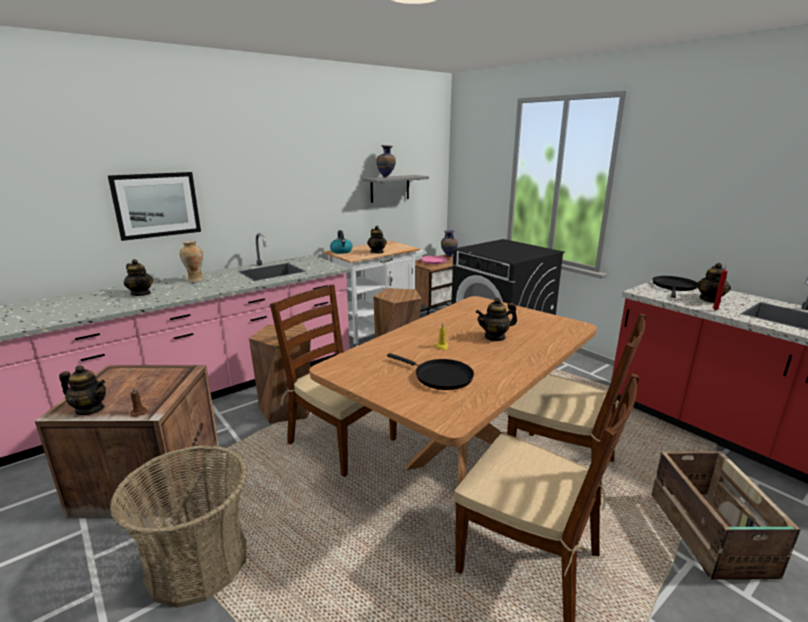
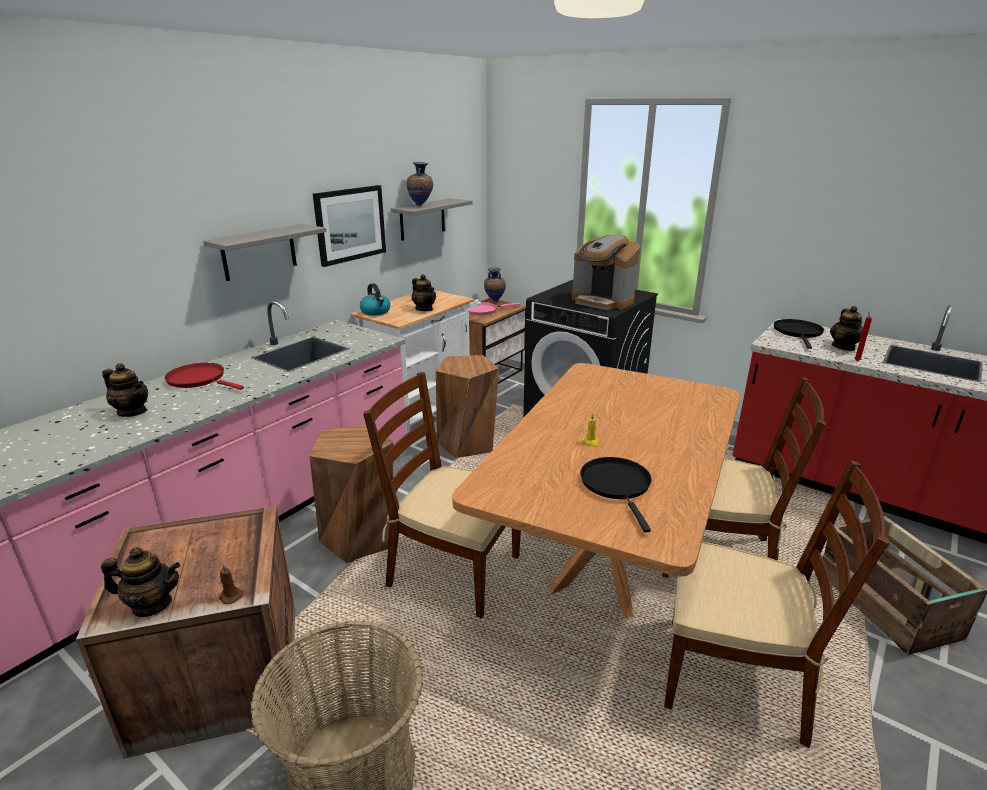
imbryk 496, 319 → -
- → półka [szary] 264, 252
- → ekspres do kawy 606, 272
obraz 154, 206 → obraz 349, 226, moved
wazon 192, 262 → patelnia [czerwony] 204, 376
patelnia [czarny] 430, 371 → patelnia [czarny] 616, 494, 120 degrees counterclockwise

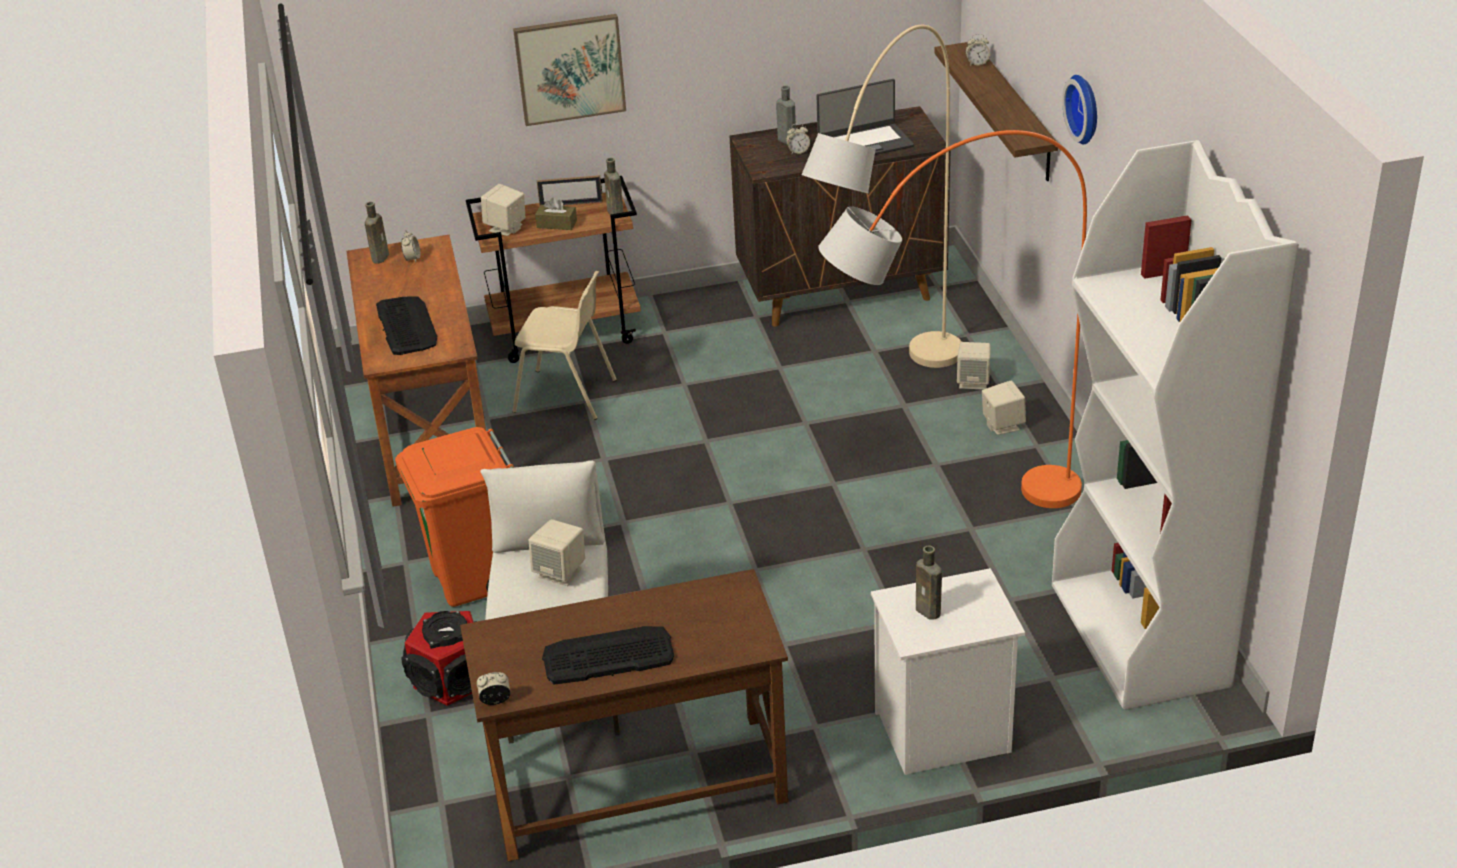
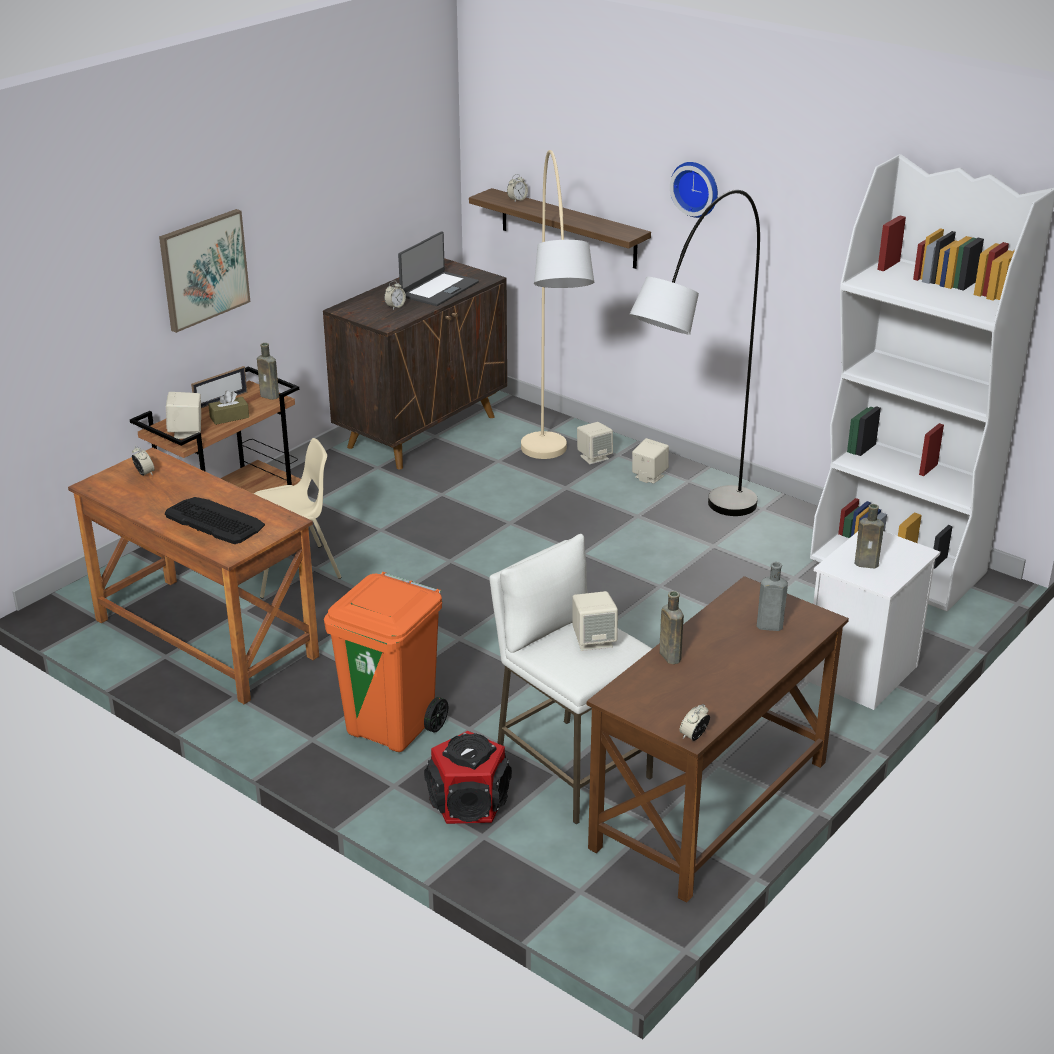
klawiatura 608, 655 → -
butelka [brązowy] 377, 233 → butelka [brązowy] 672, 627, moved
butelka [szary] 786, 114 → butelka [szary] 772, 596, moved
lampa stojąca [pomarańczowy] 953, 319 → lampa stojąca [szary] 694, 353

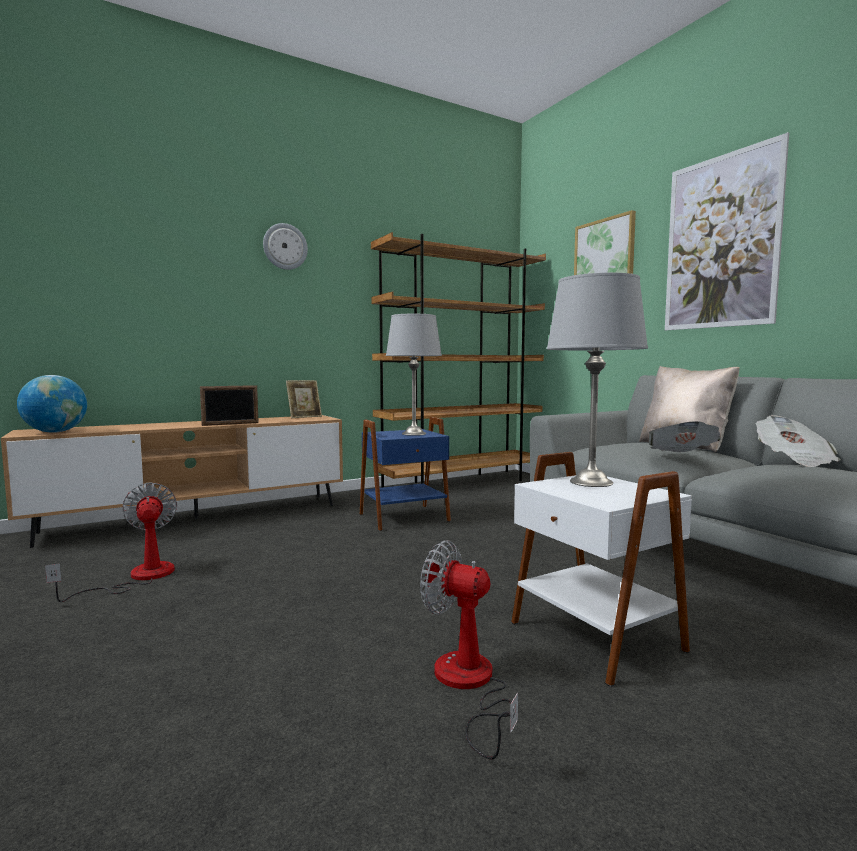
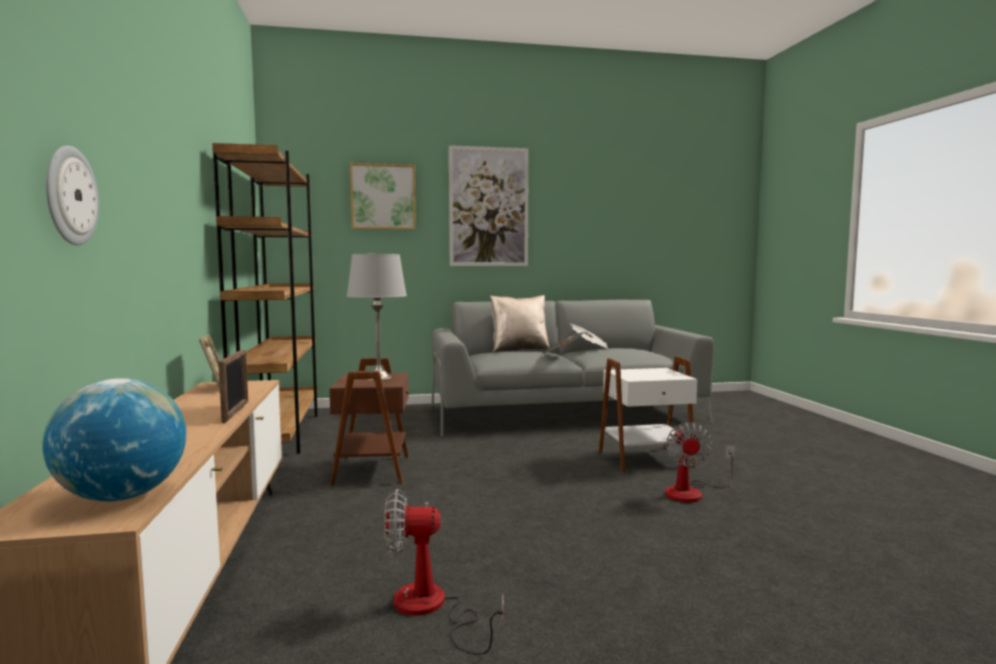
lampa stołowa [szary] 597, 380 → -
zegar ścienny 285, 246 → zegar ścienny 72, 195, moved
stolik [niebieski] 405, 474 → stolik [brązowy] 369, 422
wentylator 469, 649 → wentylator 700, 462, 45 degrees counterclockwise

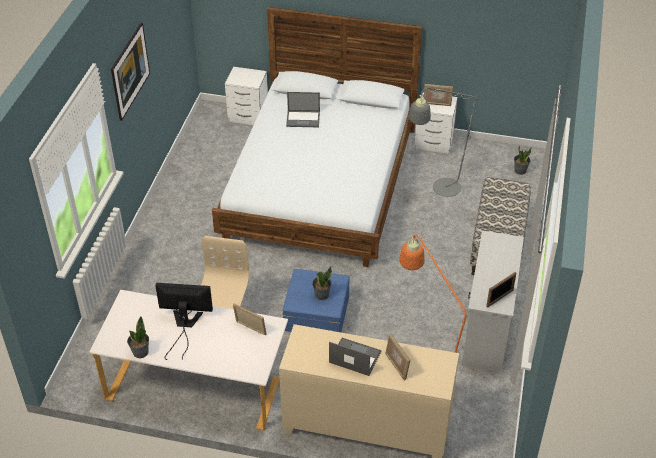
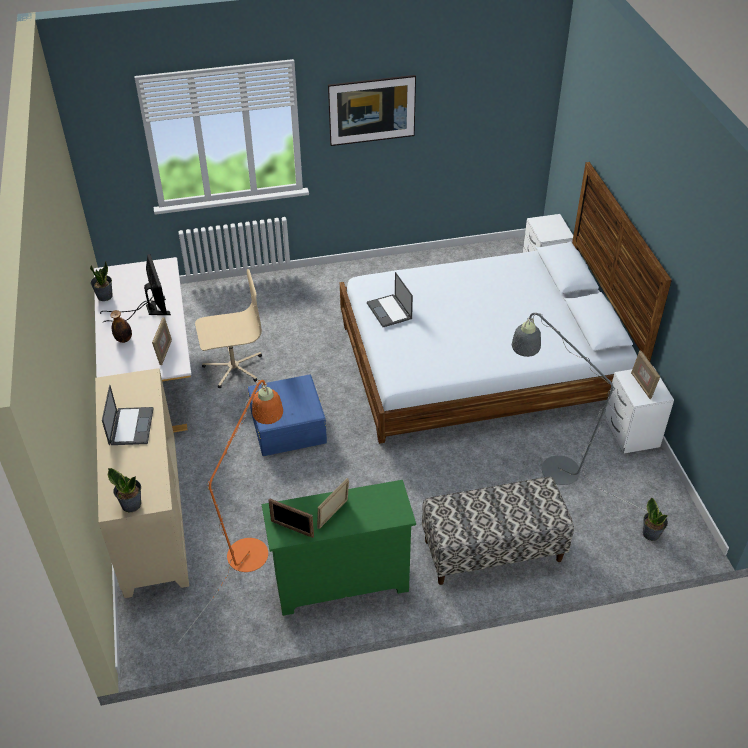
- → butelka 121, 326
laptop 303, 109 → laptop 390, 299, moved
roślina doniczkowa 322, 283 → roślina doniczkowa 124, 490, moved
ramka na zdjęcie 397, 357 → ramka na zdjęcie 333, 503, moved
komoda [biały] 493, 301 → komoda [zielony] 339, 548

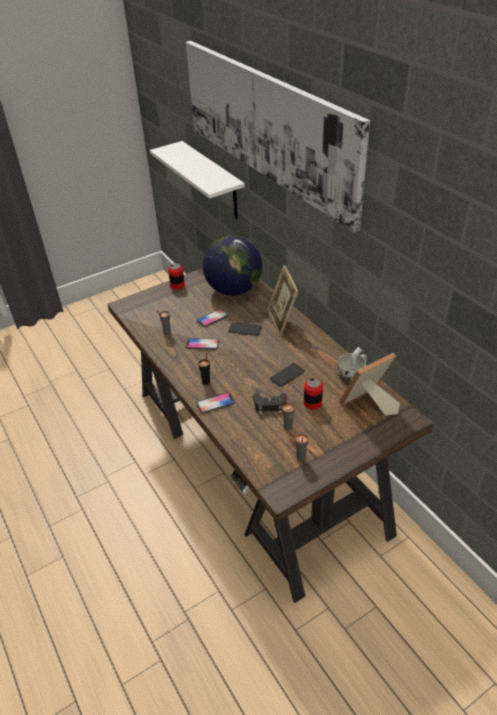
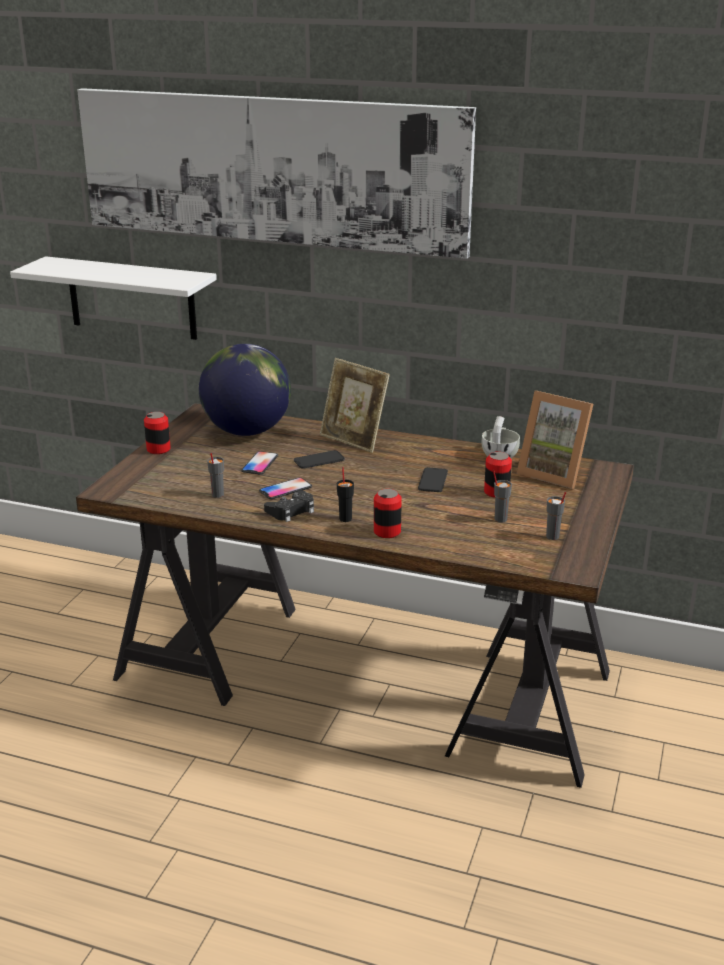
pad do gier [czarny] 270, 403 → pad do gier [czarny] 289, 506, moved
telefon 215, 402 → puszka 388, 513
ramka na zdjęcie 369, 384 → ramka na zdjęcie 555, 440, 75 degrees counterclockwise

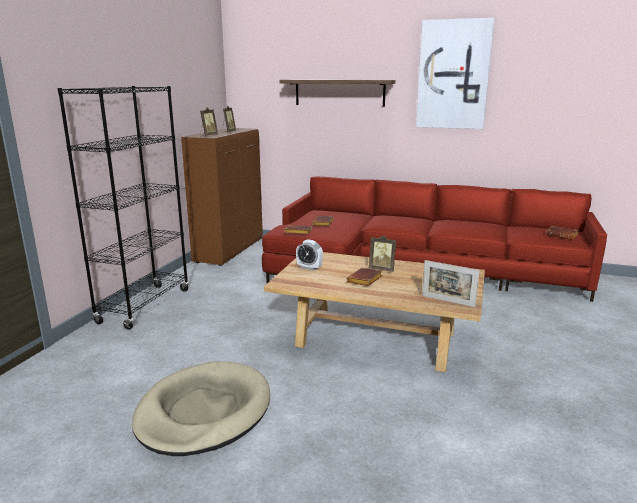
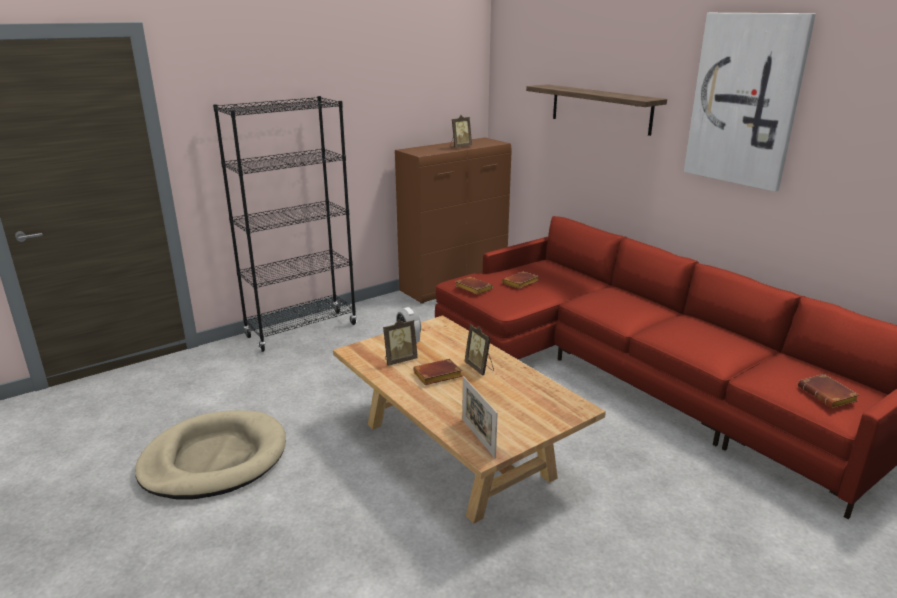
ramka na zdjęcie 209, 122 → ramka na zdjęcie 400, 342, moved

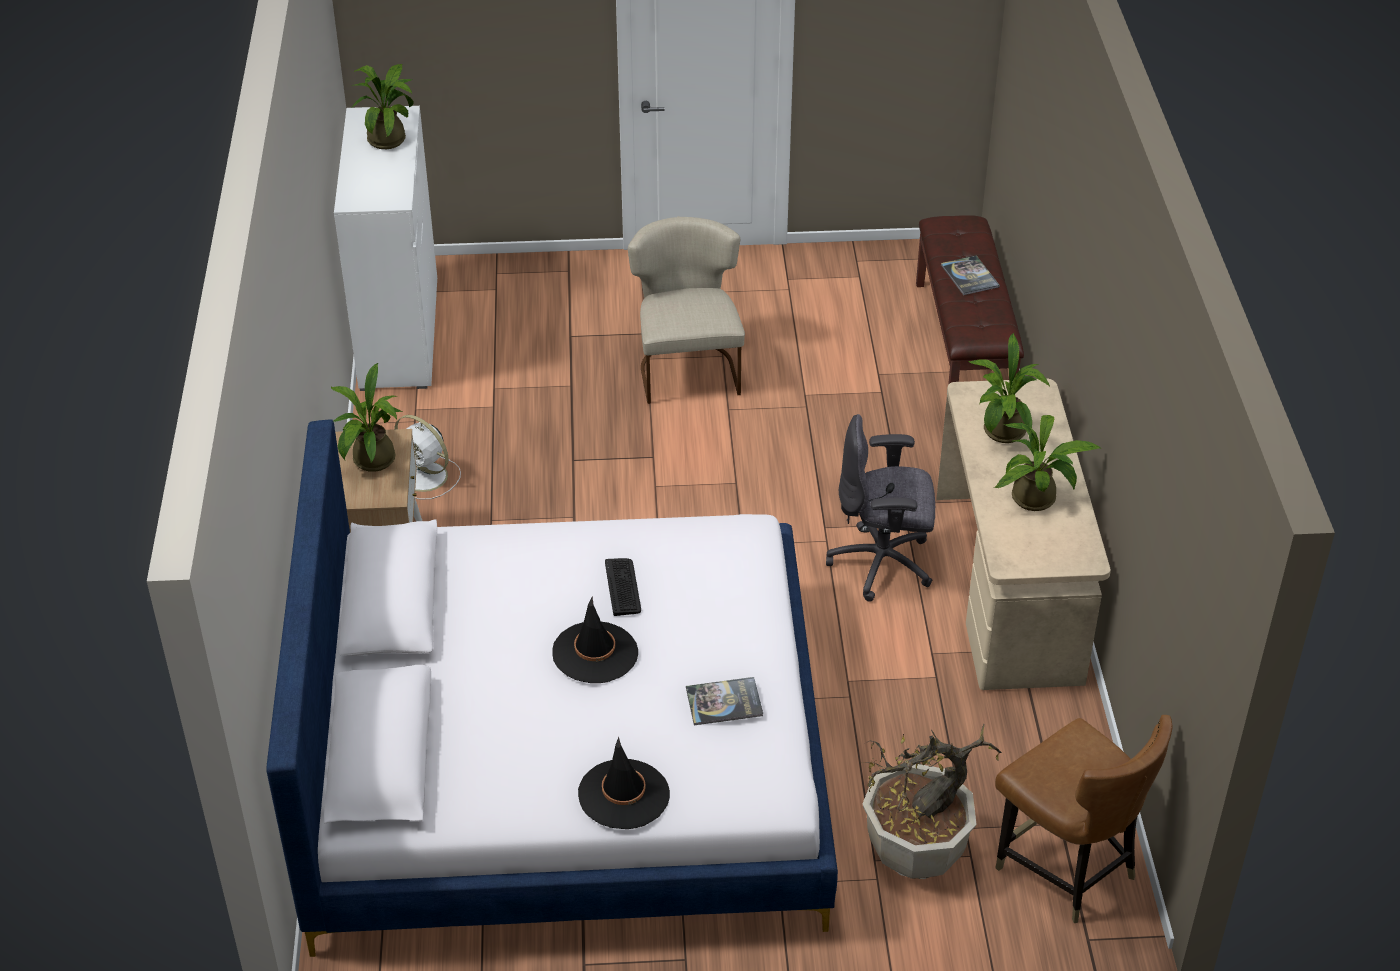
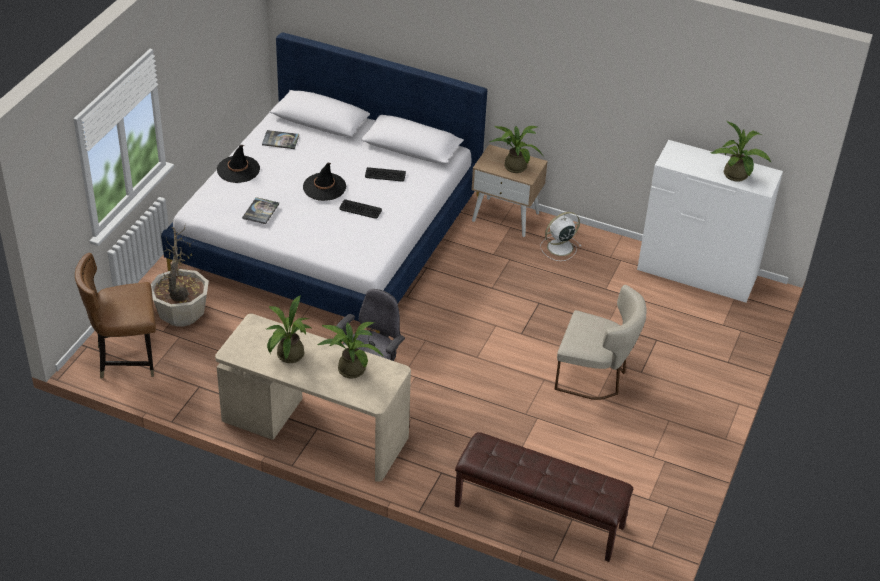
- → klawiatura 385, 174
książka 970, 275 → książka 280, 139, moved

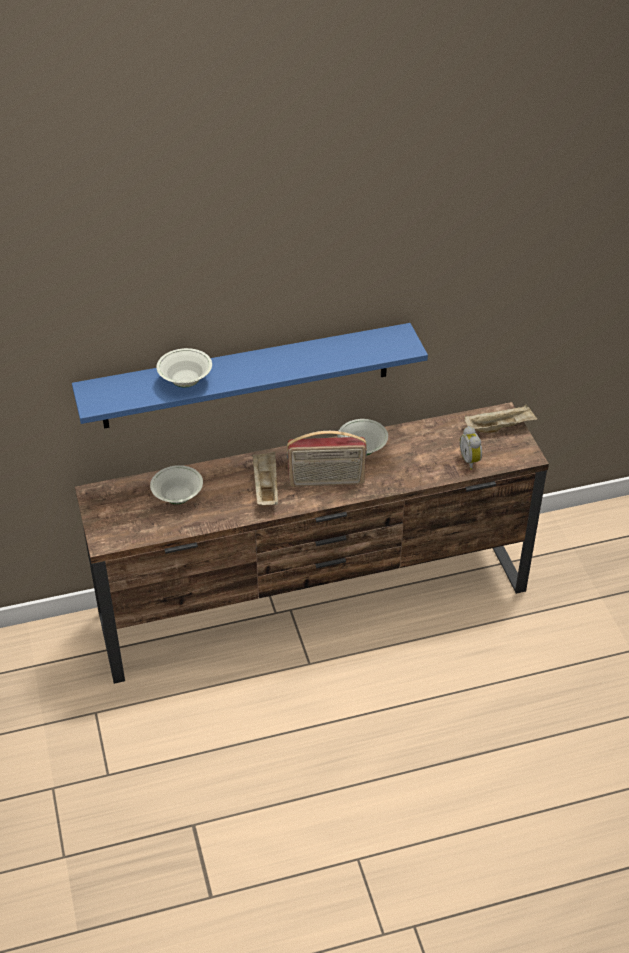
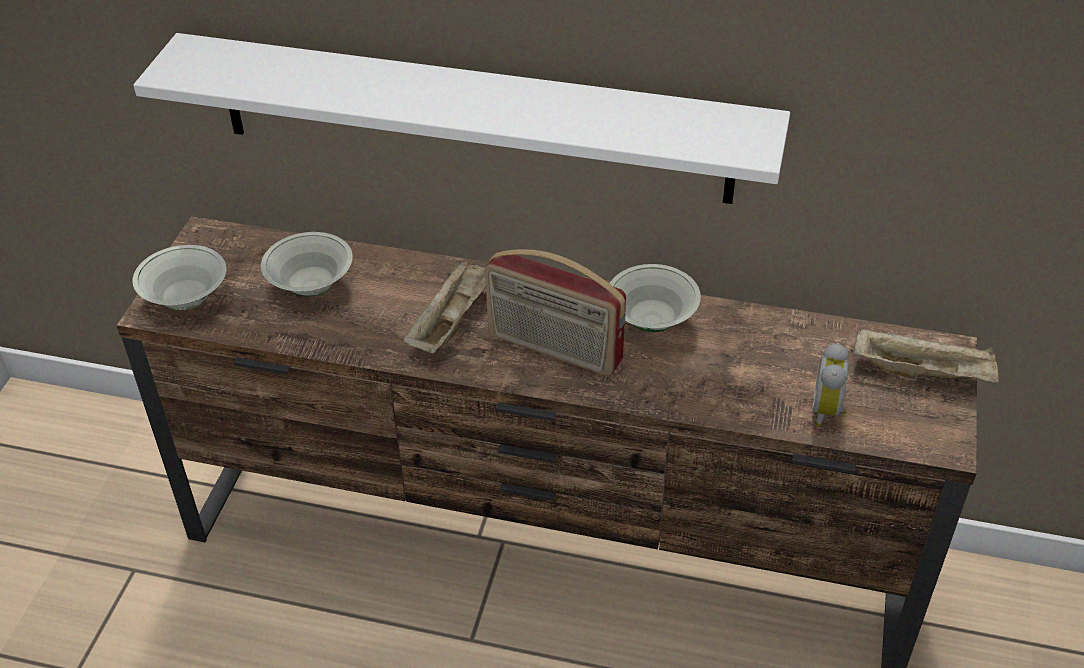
miska [biały] 184, 368 → miska [biały] 179, 277, moved
półka [niebieski] 250, 376 → półka [biały] 461, 118

